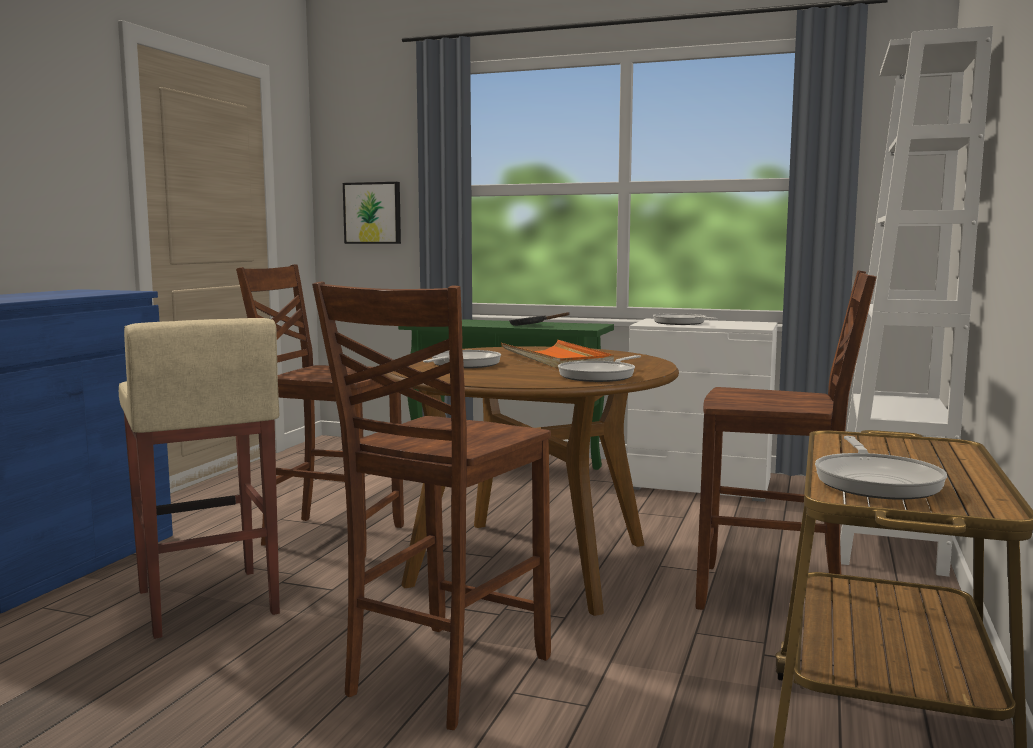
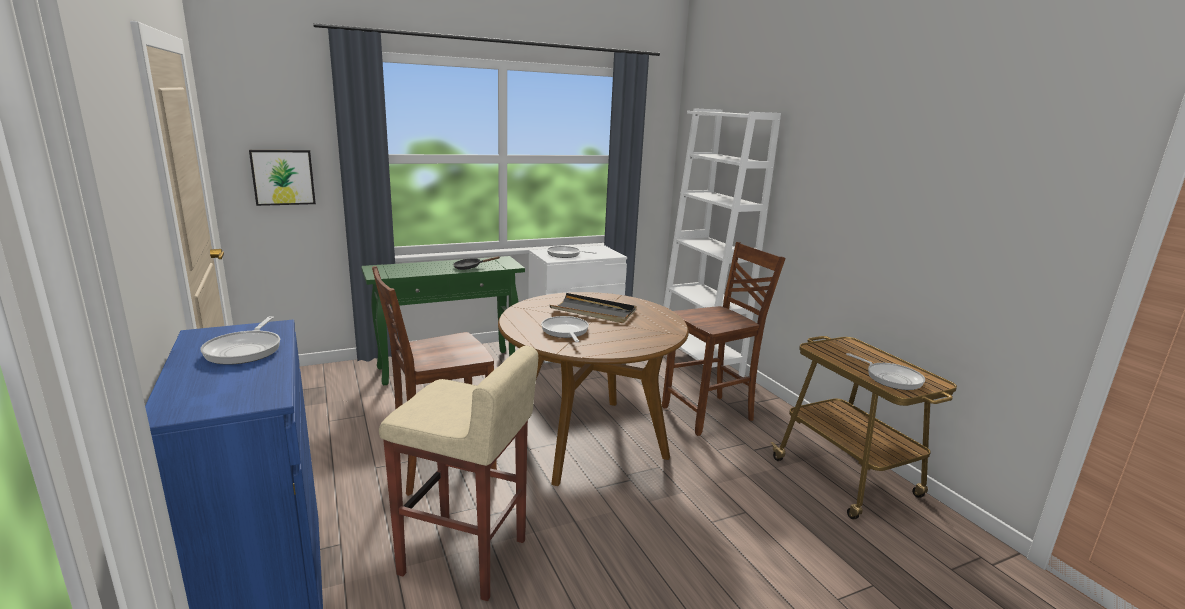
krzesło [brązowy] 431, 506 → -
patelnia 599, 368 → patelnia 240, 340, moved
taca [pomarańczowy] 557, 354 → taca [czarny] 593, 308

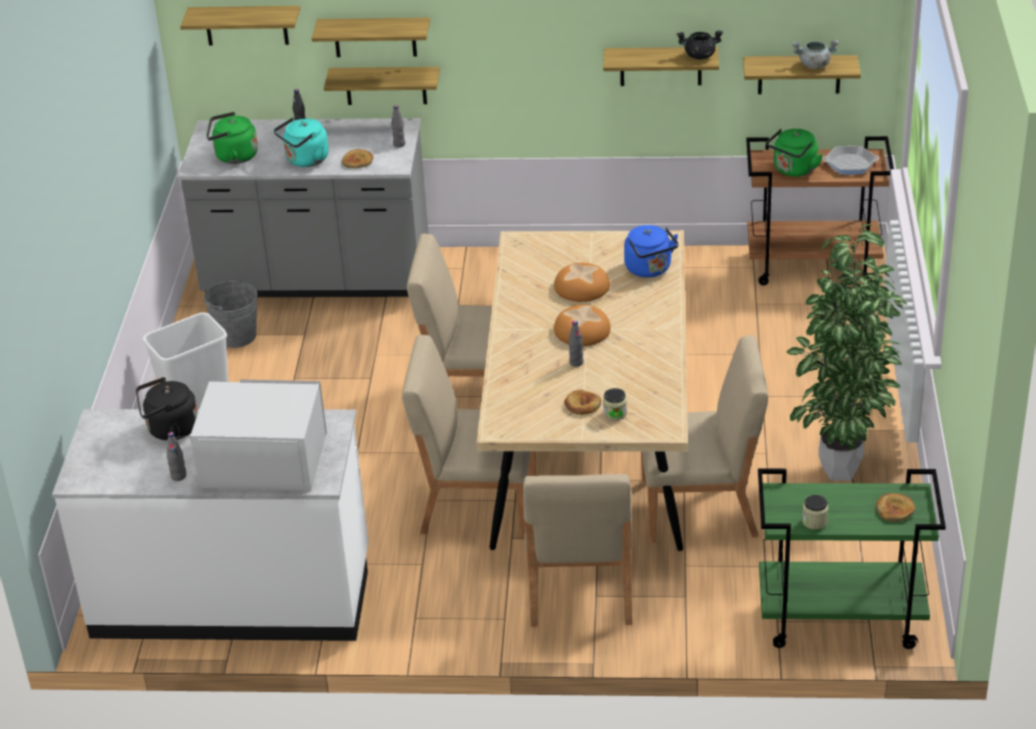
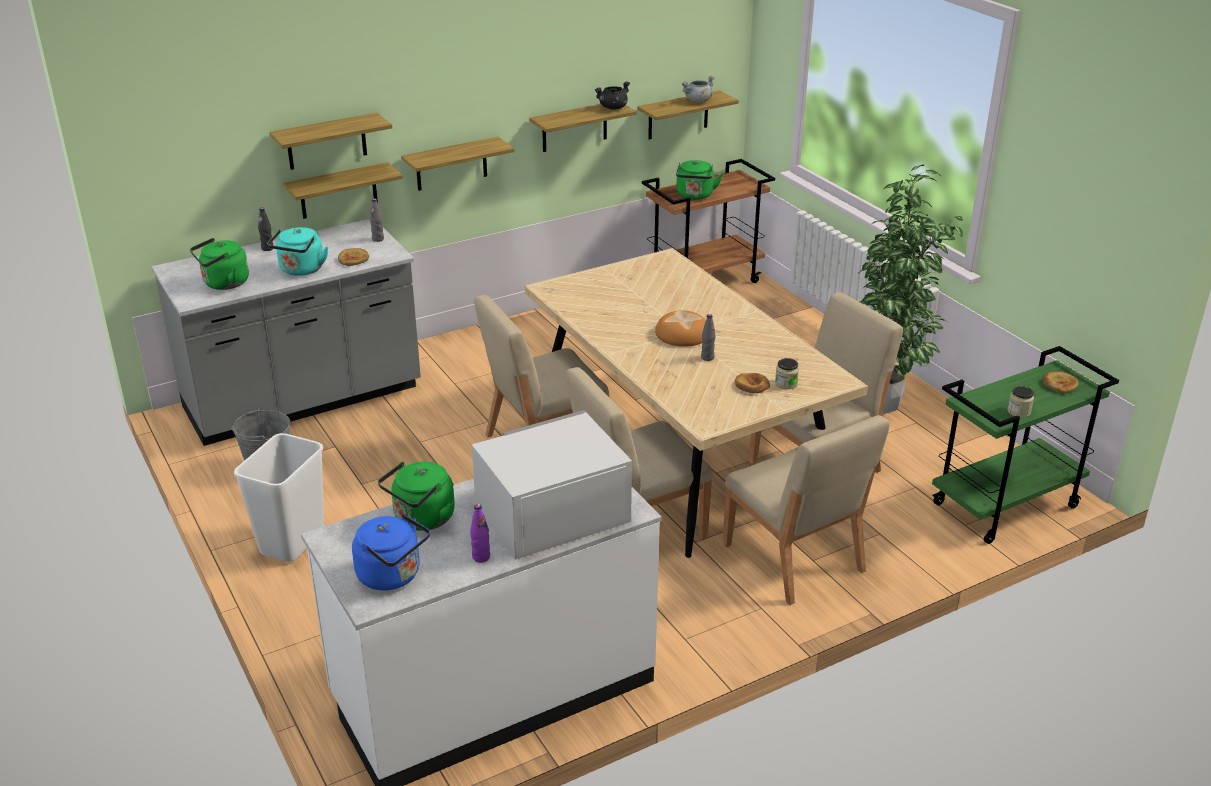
chleb 582, 282 → -
patelnia 850, 160 → -
półka 240, 26 → półka 458, 164, moved
czajnik [niebieski] 651, 251 → czajnik [niebieski] 391, 552, moved
czajnik [czarny] 167, 409 → czajnik [zielony] 416, 496
butelka [szary] 176, 456 → butelka [fioletowy] 480, 533

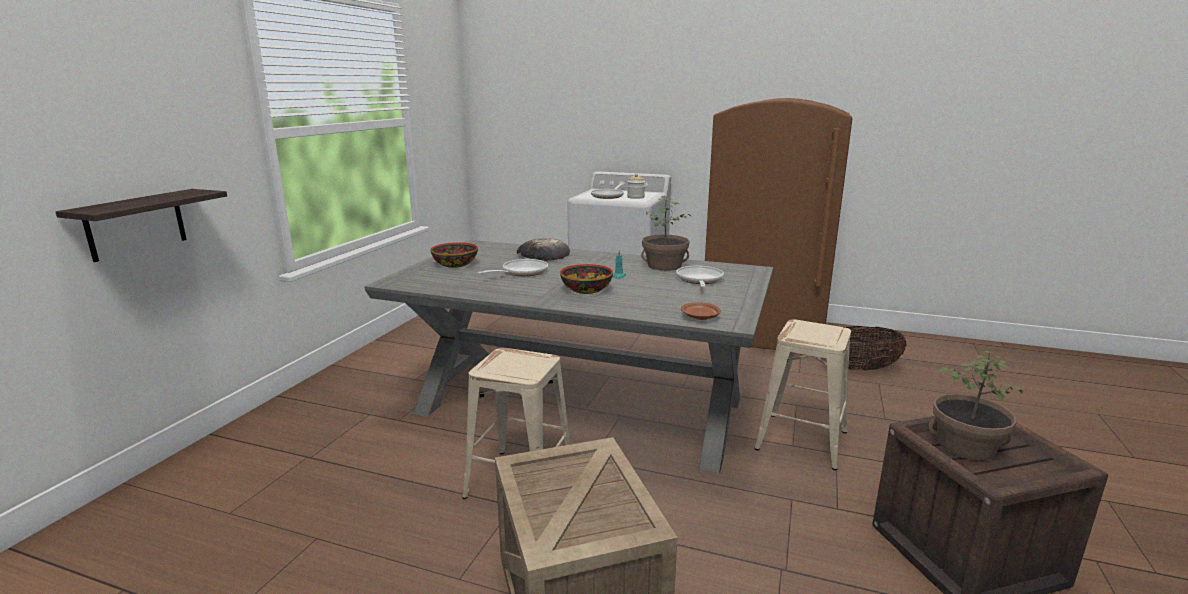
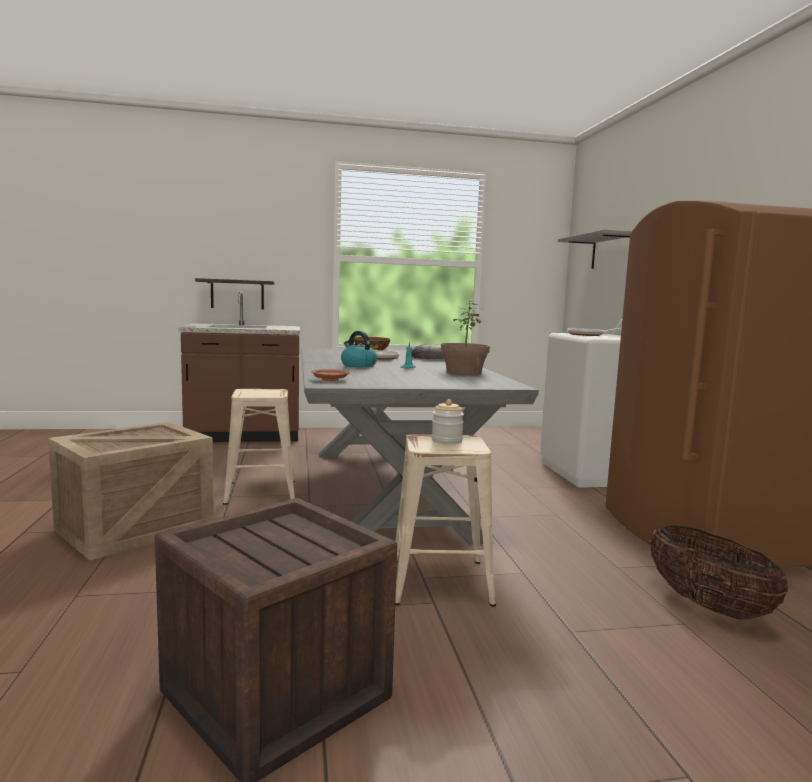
patelnia 700, 277 → -
roślina doniczkowa 975, 406 → -
- → zabudowa kuchenna [brązowy] 239, 366
- → półka [szary] 595, 249
słoik 636, 186 → słoik 448, 421, moved
miska 586, 279 → czajnik 359, 349

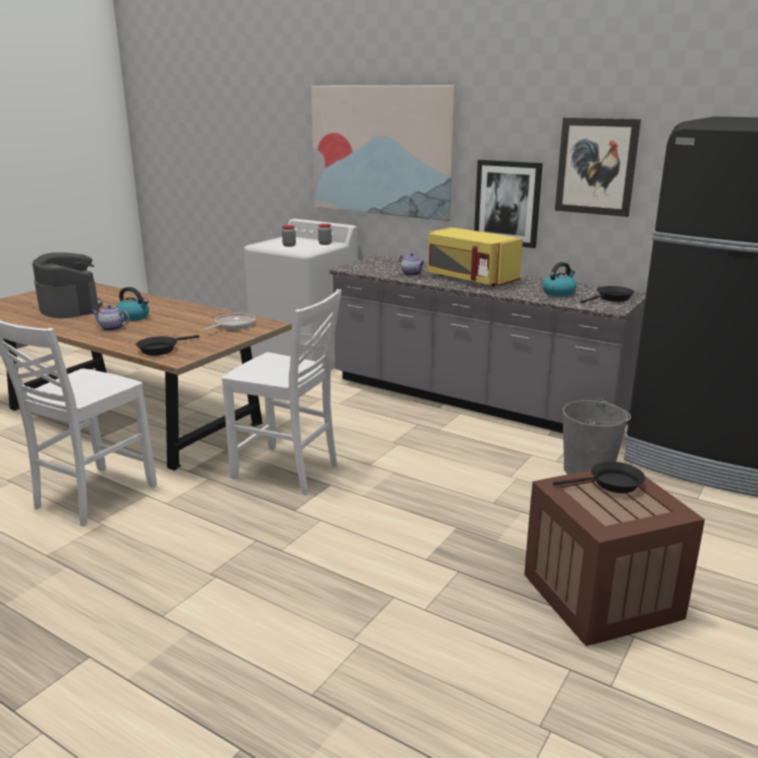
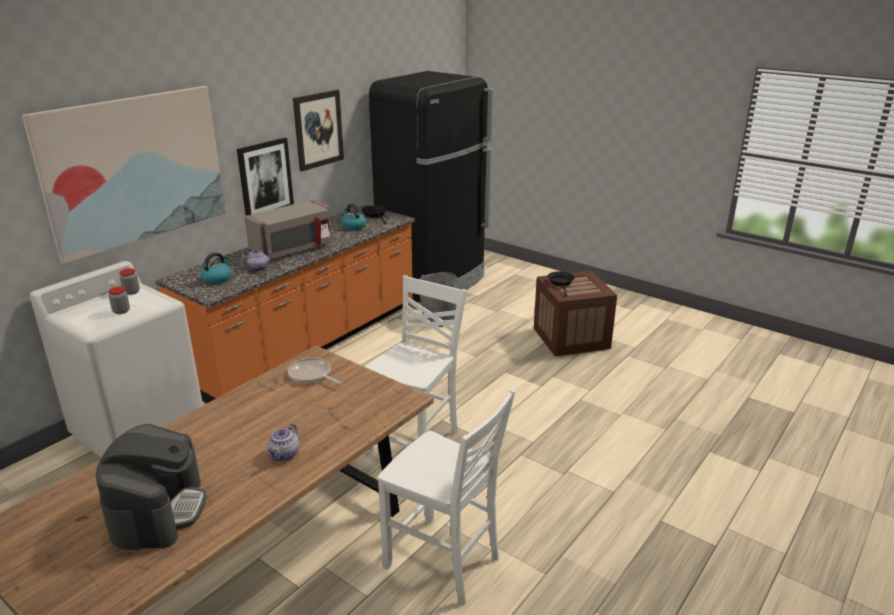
patelnia [czarny] 167, 345 → -
czajnik 132, 304 → czajnik 215, 268, moved
zabudowa kuchenna [szary] 487, 344 → zabudowa kuchenna [pomarańczowy] 285, 304
mikrofalówka [żółty] 475, 257 → mikrofalówka [szary] 288, 229
ekspres do kawy 67, 285 → ekspres do kawy 151, 487, 120 degrees clockwise

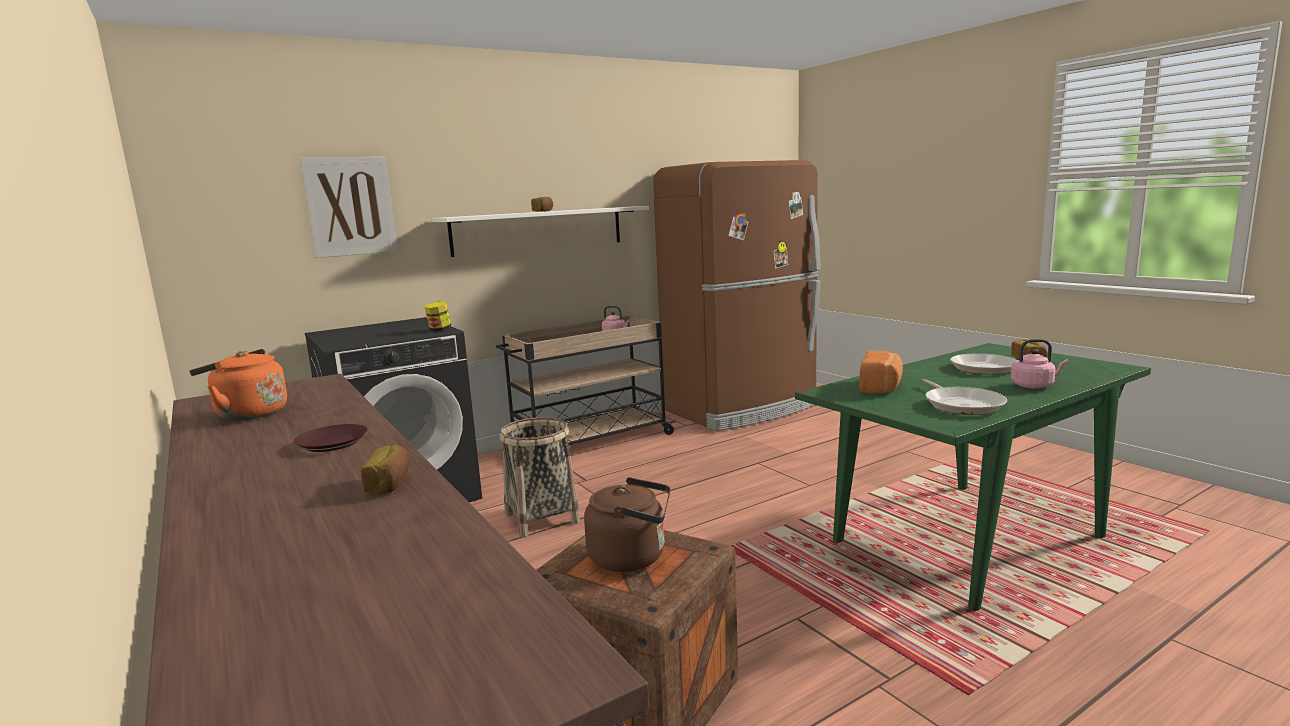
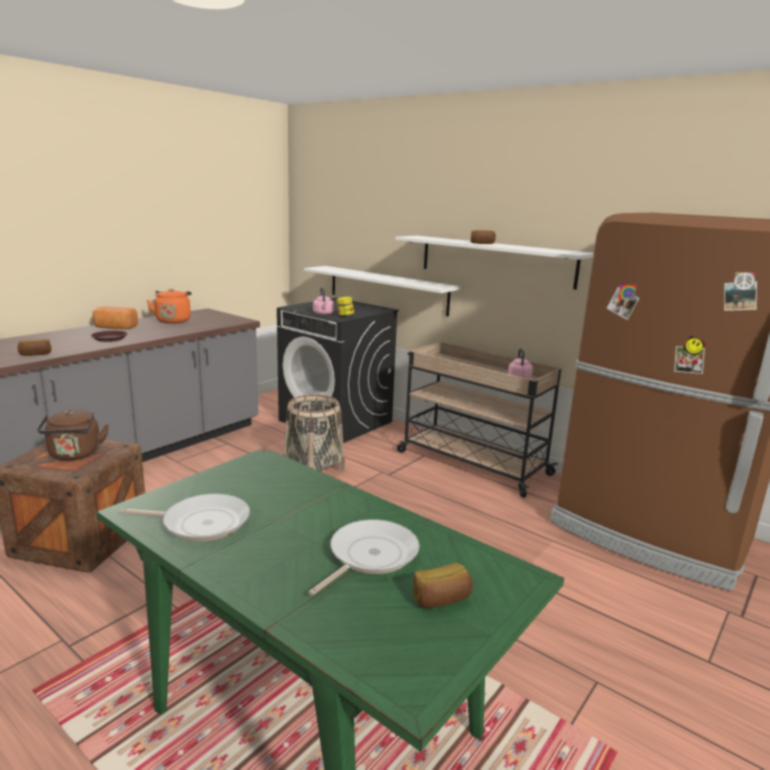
obraz 349, 207 → -
- → półka [biały] 382, 291
chleb 881, 372 → chleb 115, 317, moved
czajnik [różowy] 1039, 363 → czajnik [różowy] 323, 301, moved
patelnia 964, 397 → patelnia 185, 518, 150 degrees counterclockwise

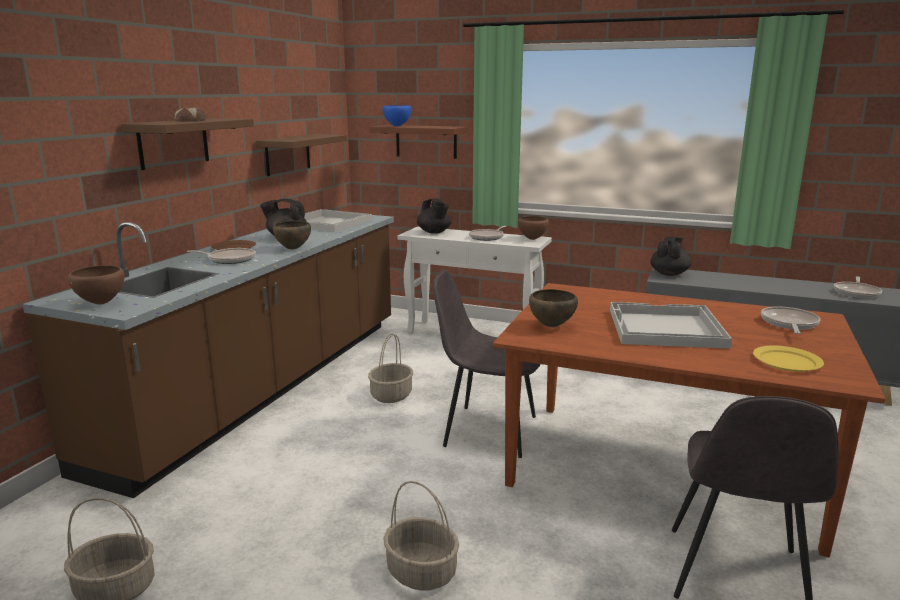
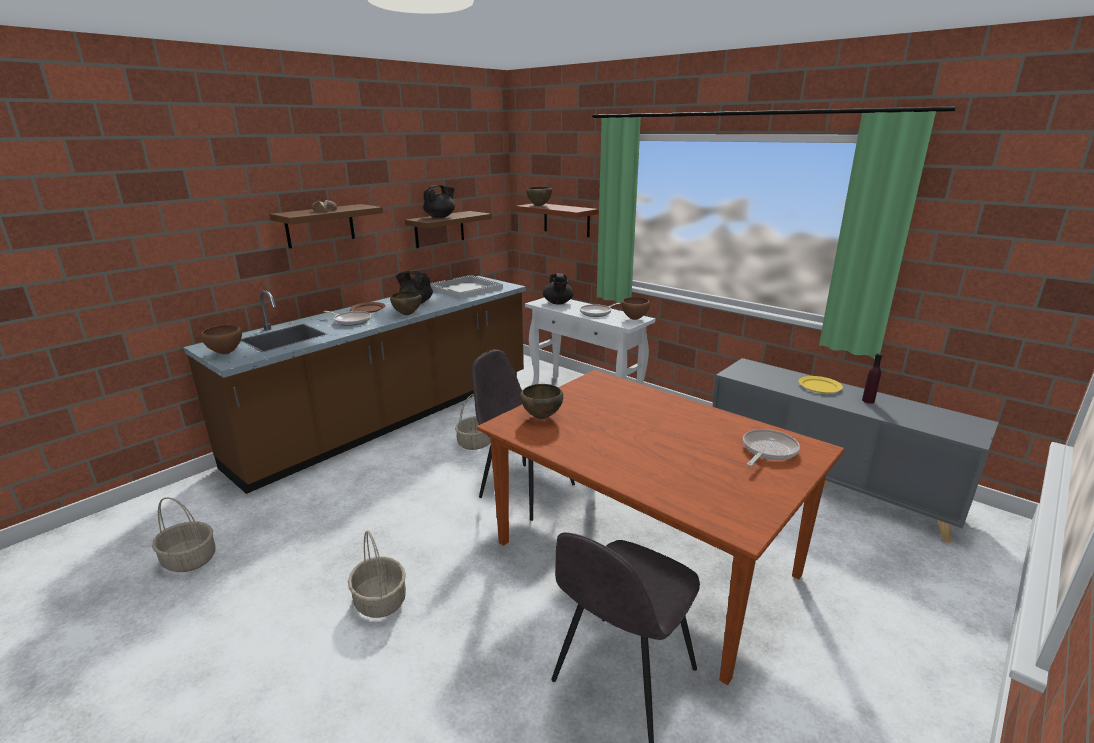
taca [biały] 671, 325 → -
patelnia 858, 287 → -
- → butelka [fioletowy] 872, 378
imbryk [czarny] 671, 256 → imbryk [czarny] 439, 201, moved
talerz [żółty] 788, 358 → talerz [żółty] 821, 384, moved
miska [niebieski] 397, 115 → miska [brązowy] 539, 196

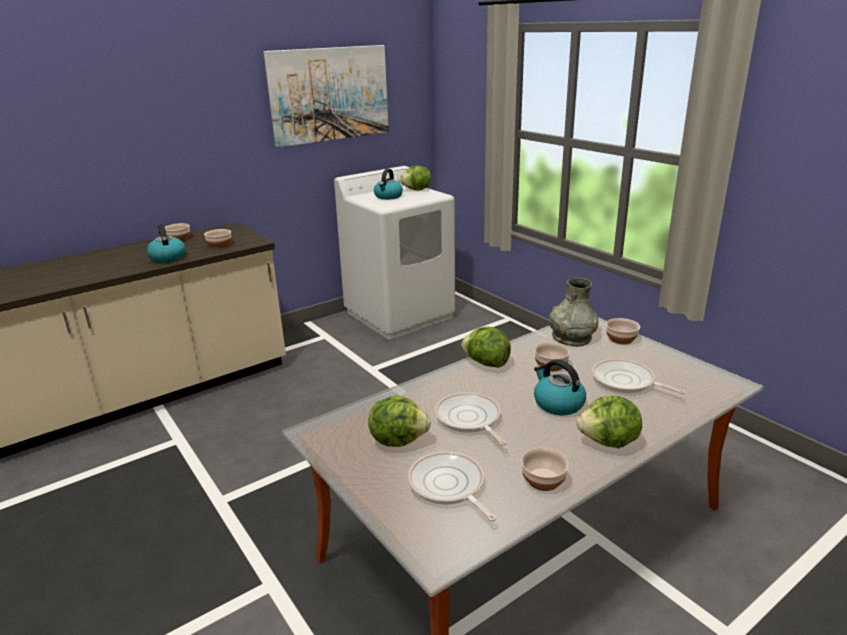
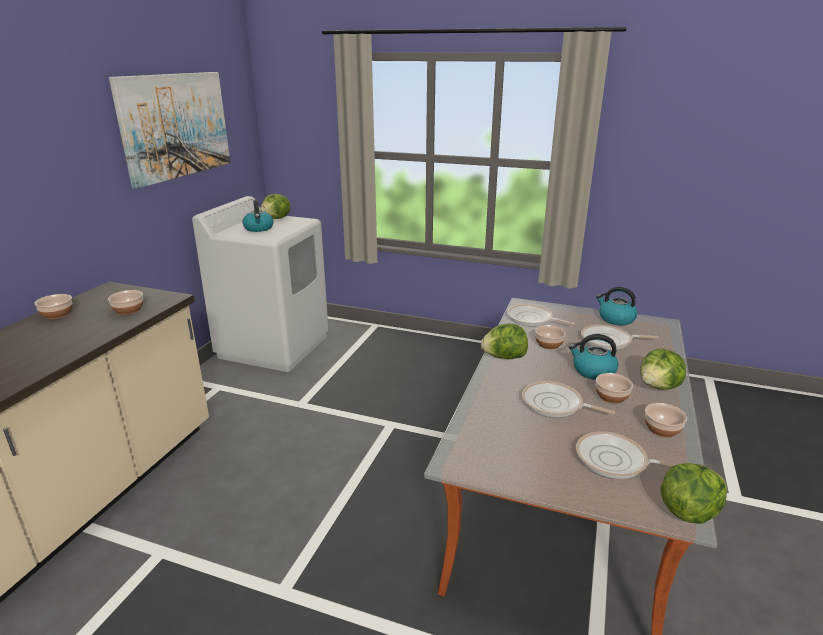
czajnik 166, 243 → czajnik 617, 306, moved
sałata 399, 421 → sałata 694, 493, moved
miska 623, 331 → miska 614, 388, moved
wazon [szary] 573, 312 → patelnia 540, 315

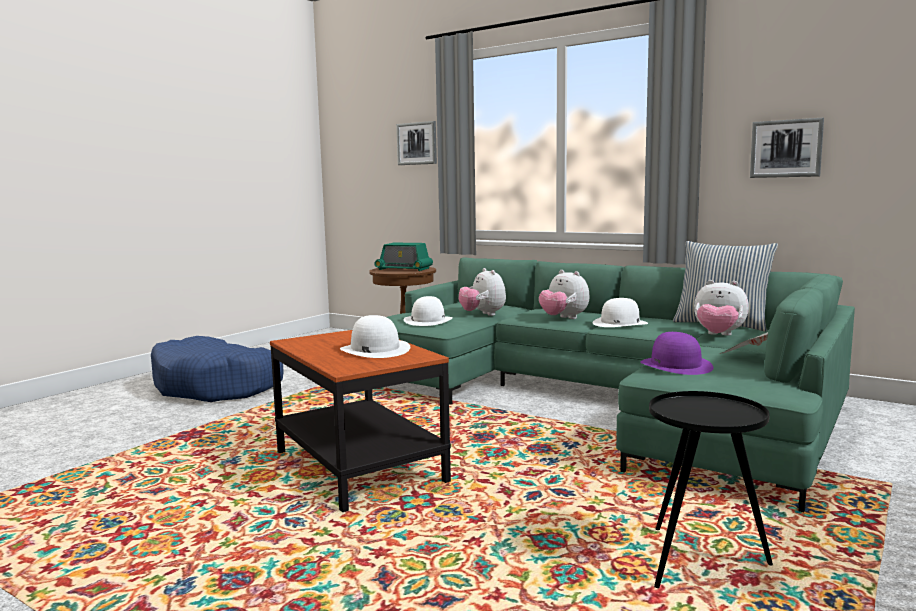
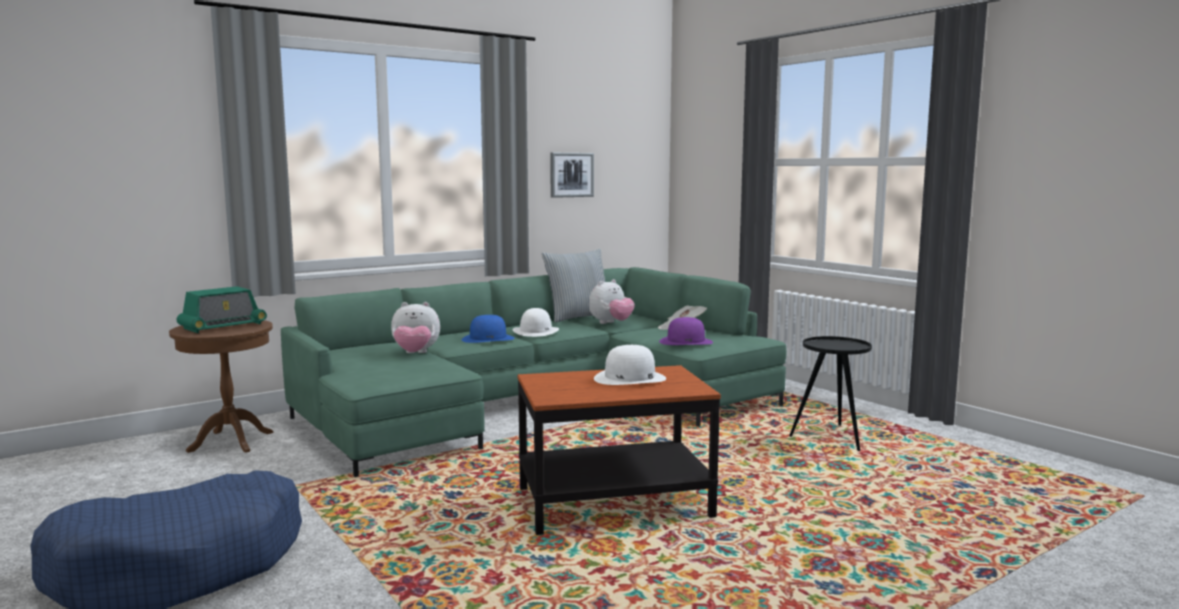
obraz 416, 143 → -
kapelusz [biały] 428, 311 → -
pluszak 564, 294 → kapelusz [niebieski] 488, 329

